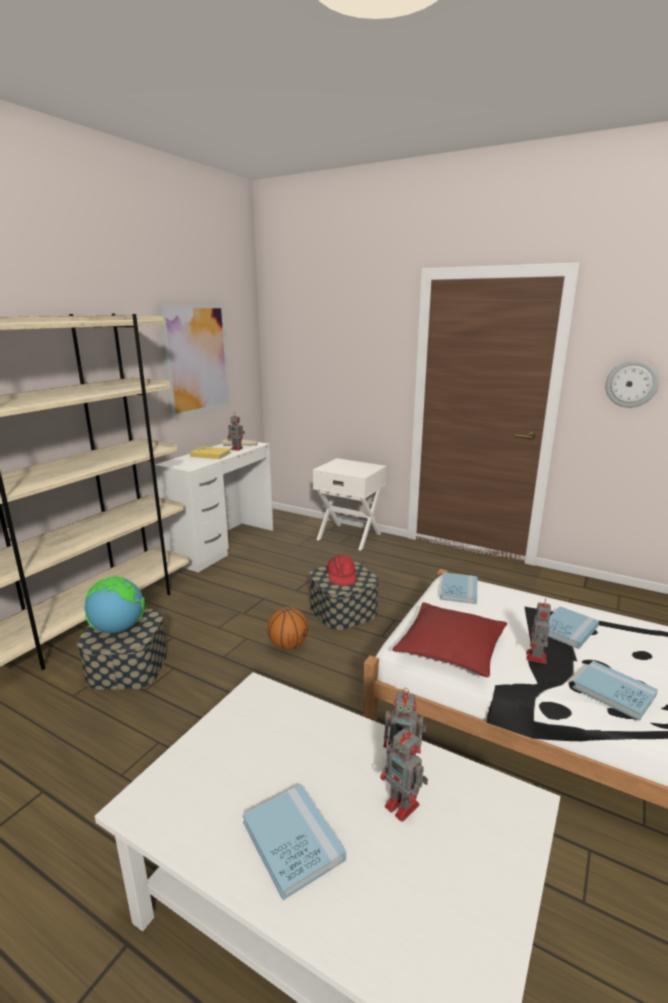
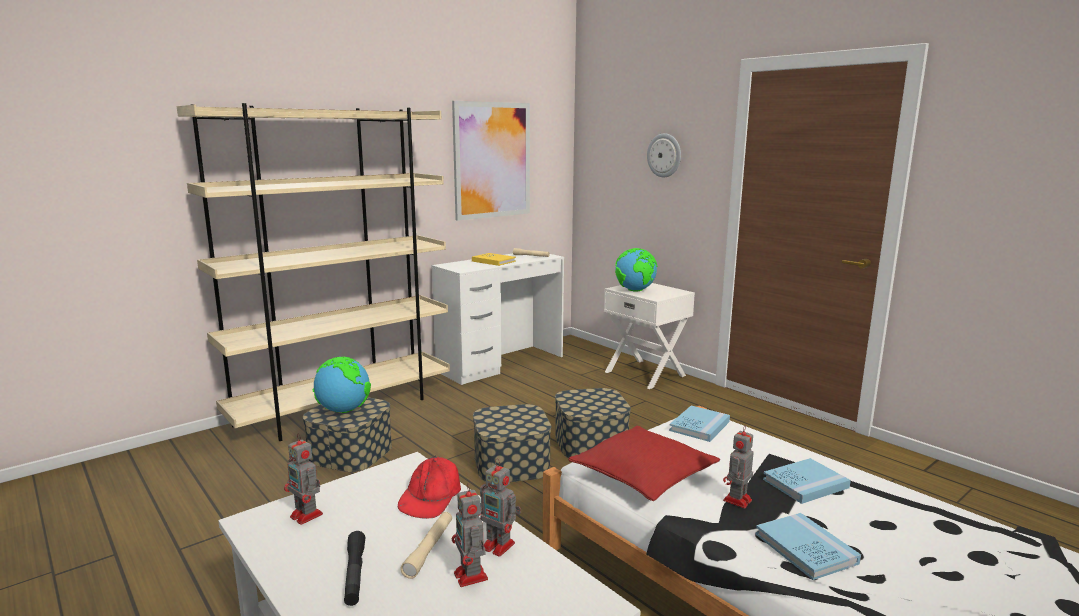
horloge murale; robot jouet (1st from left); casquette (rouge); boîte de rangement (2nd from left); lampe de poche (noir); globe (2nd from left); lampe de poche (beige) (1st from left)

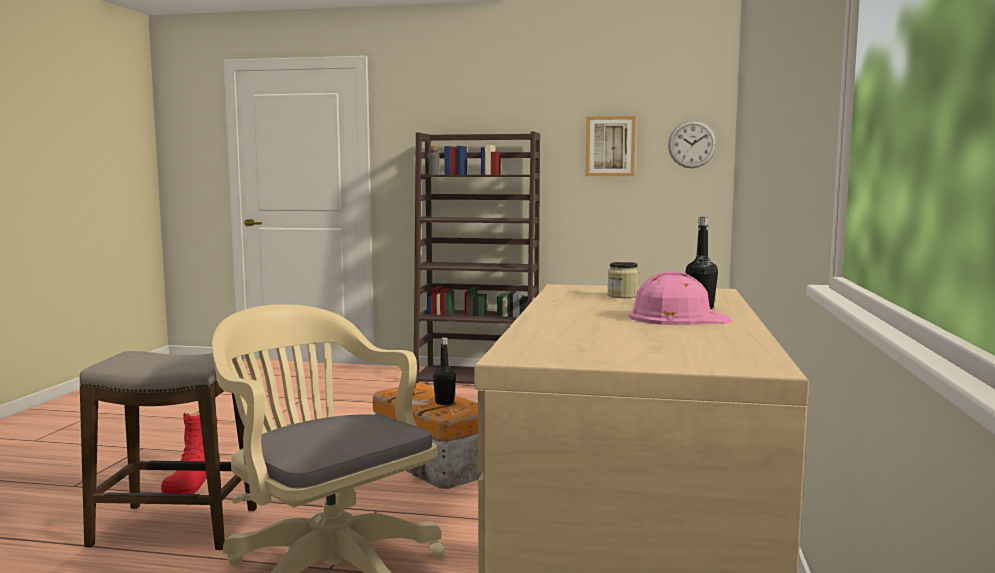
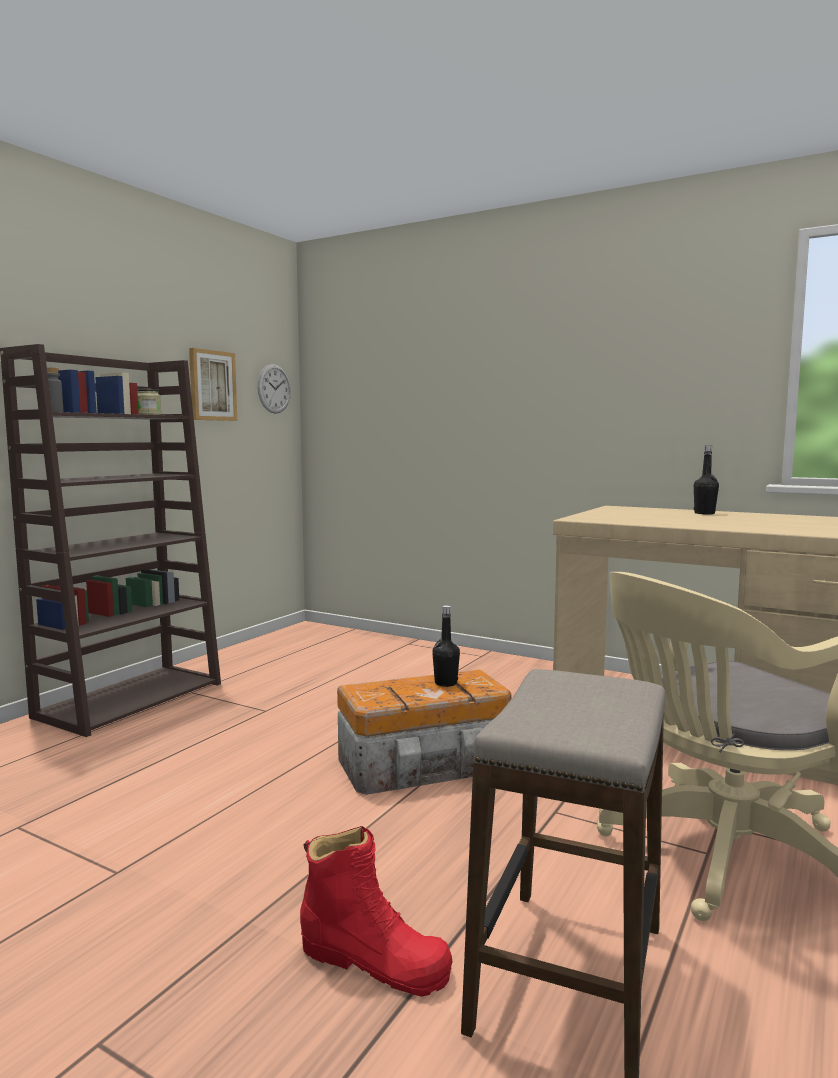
bocal; casque de chantier (rose)

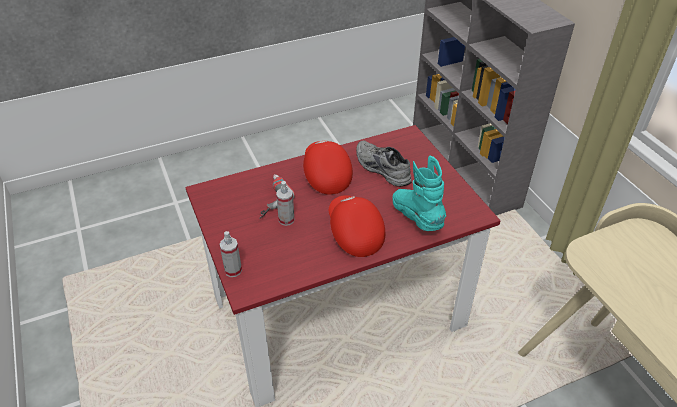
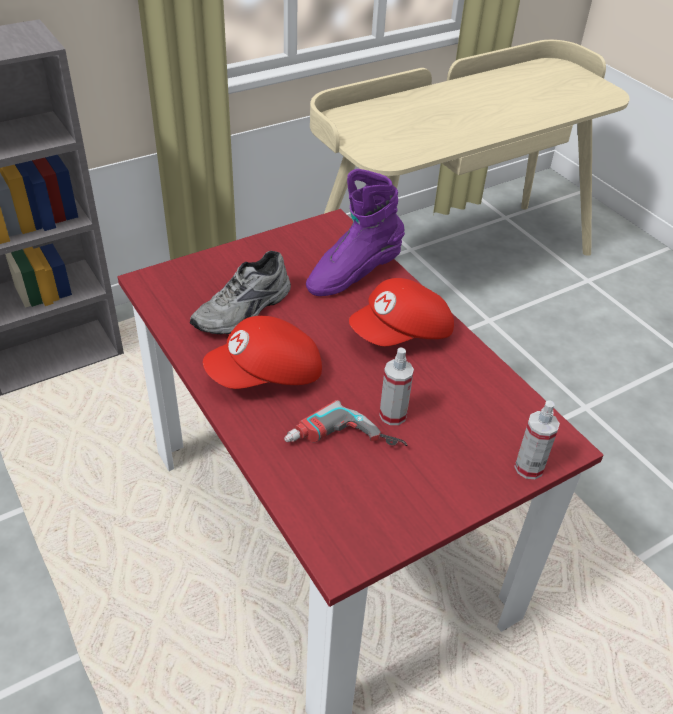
botte (violet)

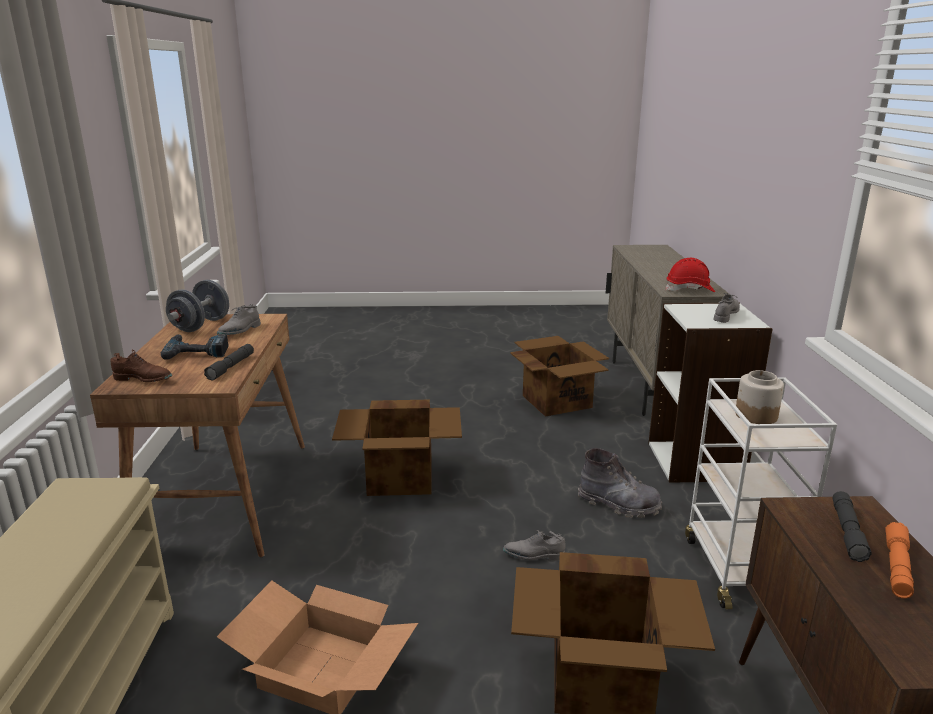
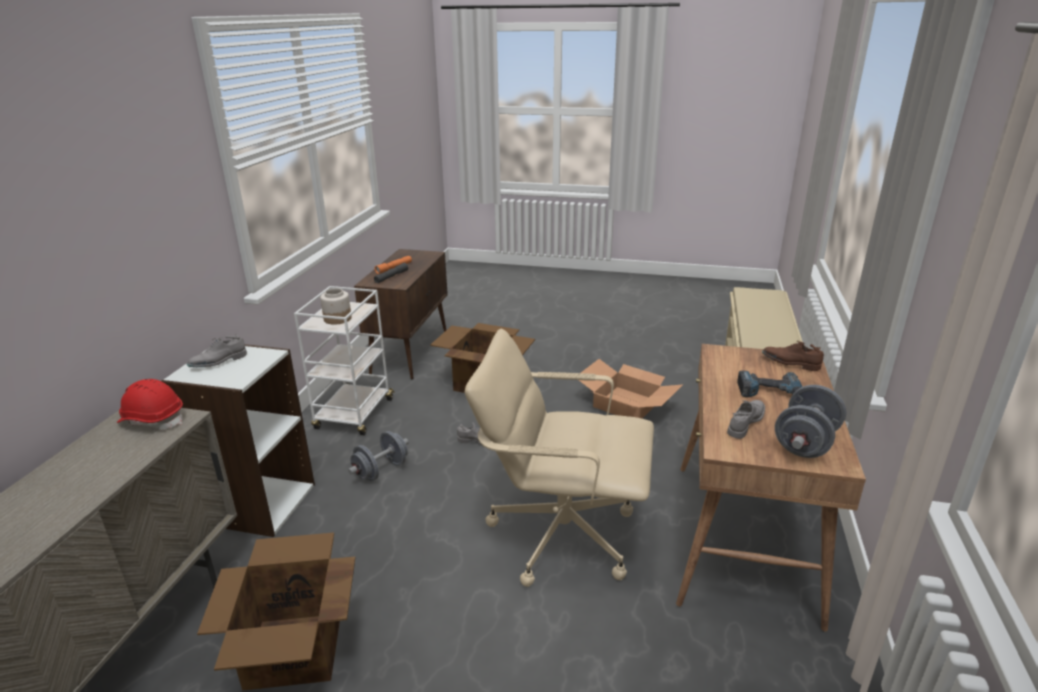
lampe de poche (gris) (1st from left in the first image); chaise de bureau (beige); haltère (gris) (1st from left)

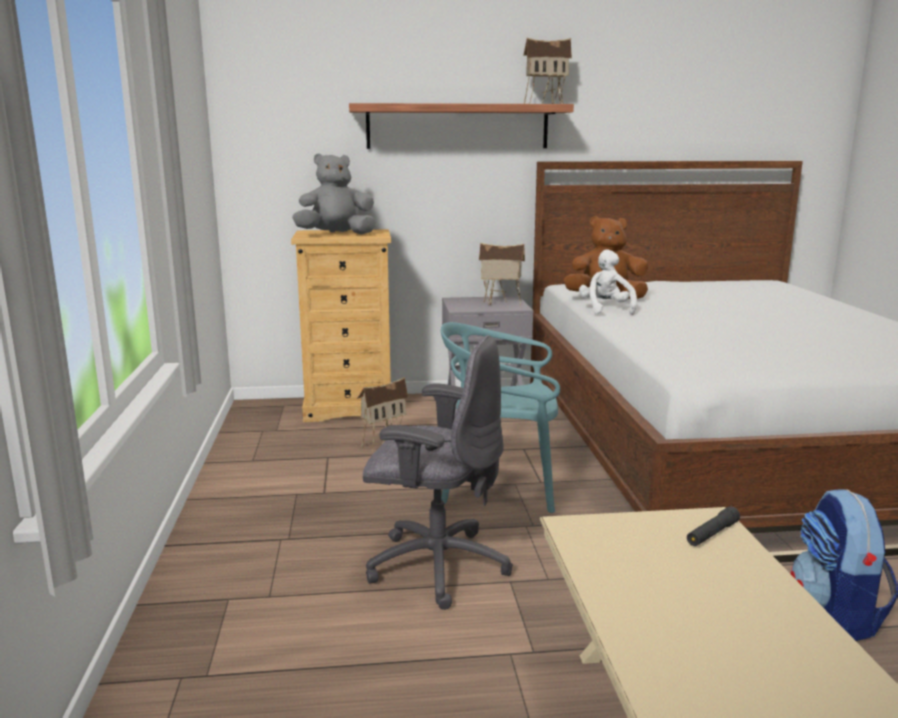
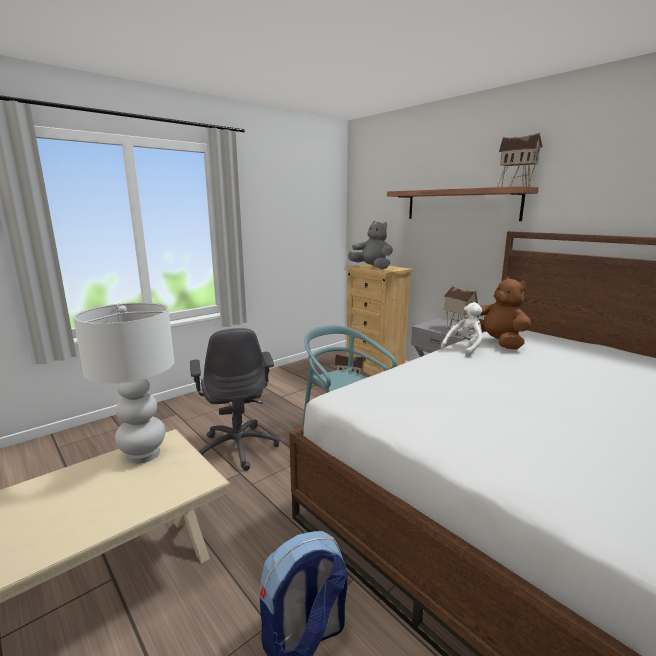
lampe de poche (noir); lampe de table (blanc)

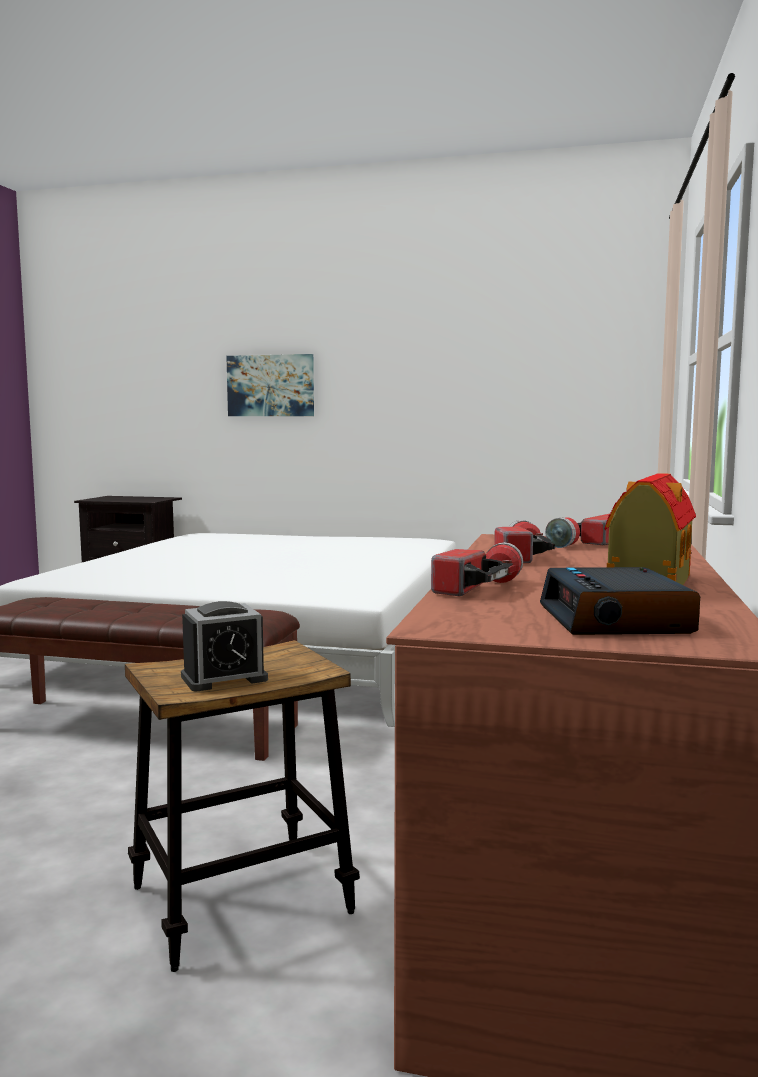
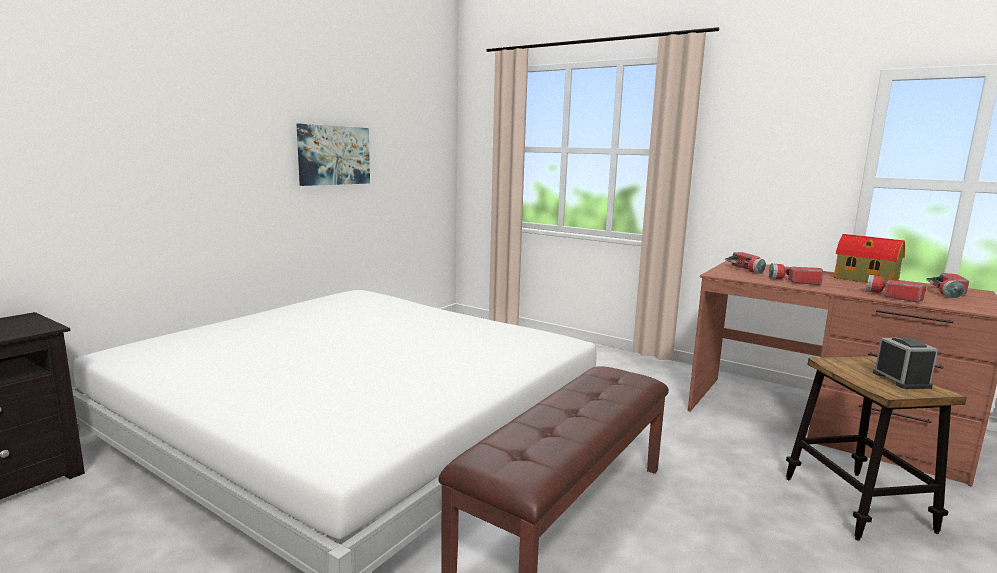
tableau; lampe de poche (4th from left)

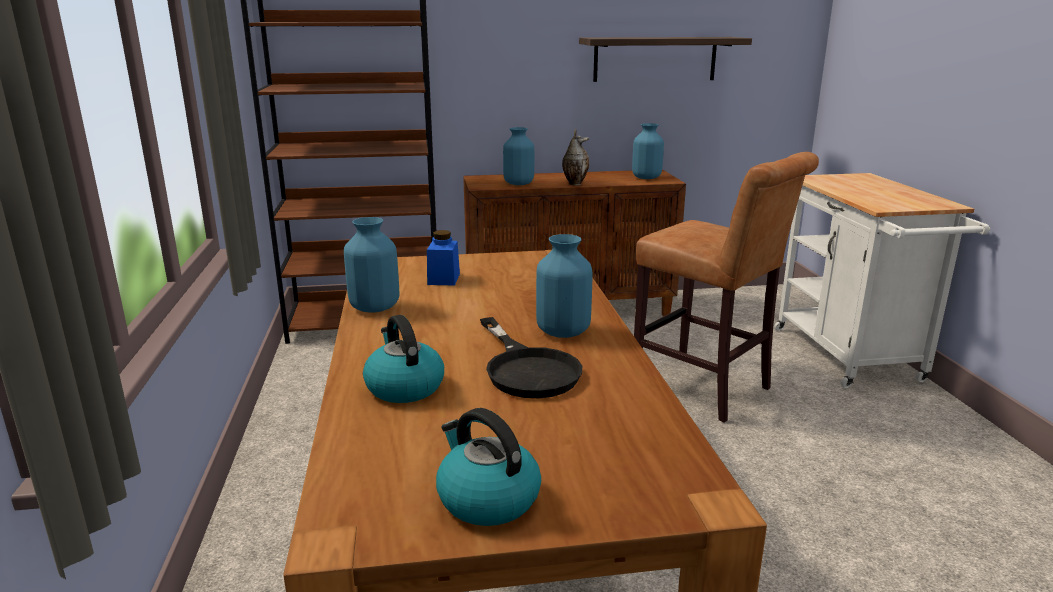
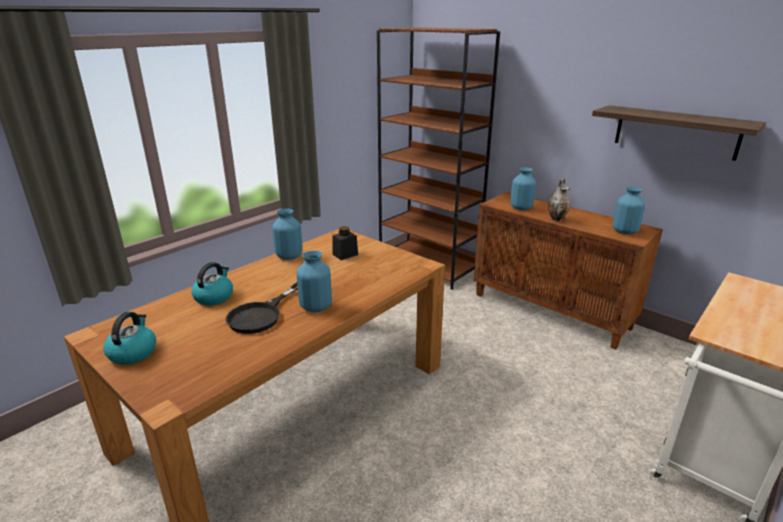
tabouret (marron); bocal (noir)

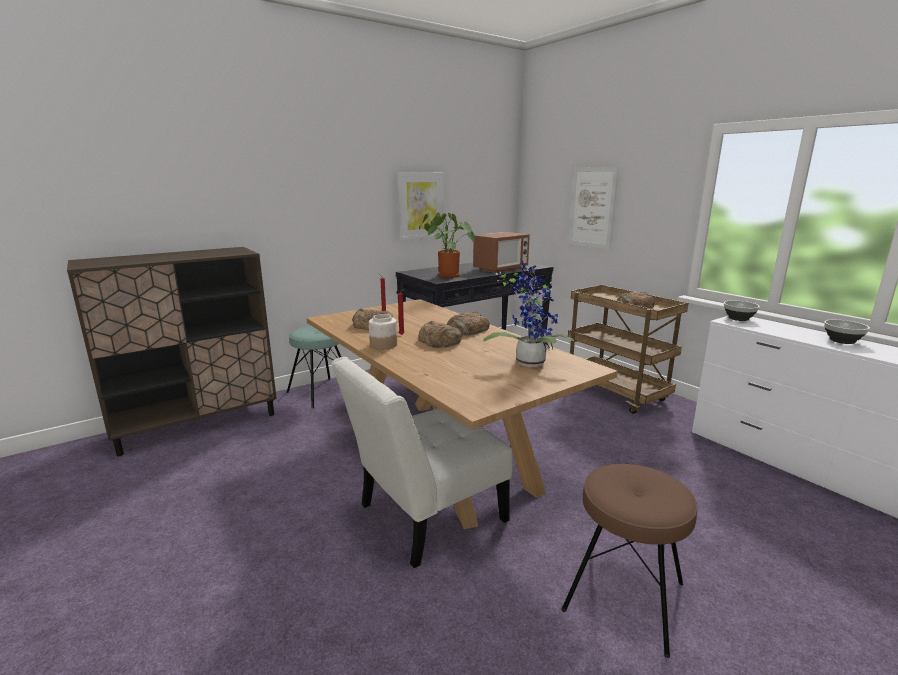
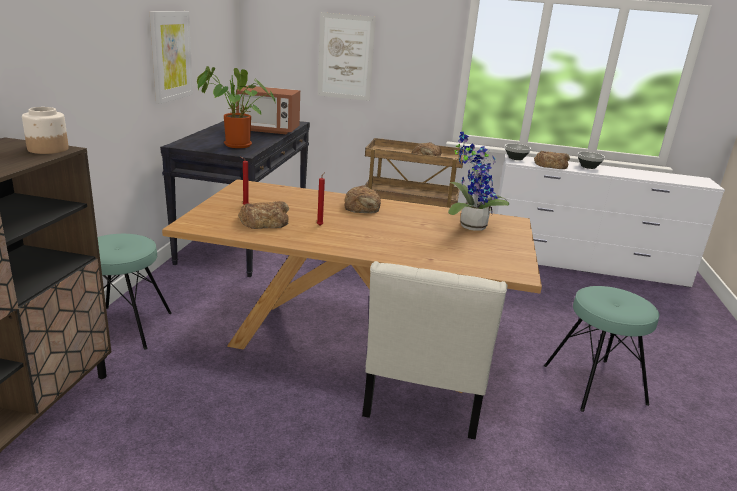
micro-ondes; bocal; pain (4th from left); tabouret (turquoise) (2nd from left)

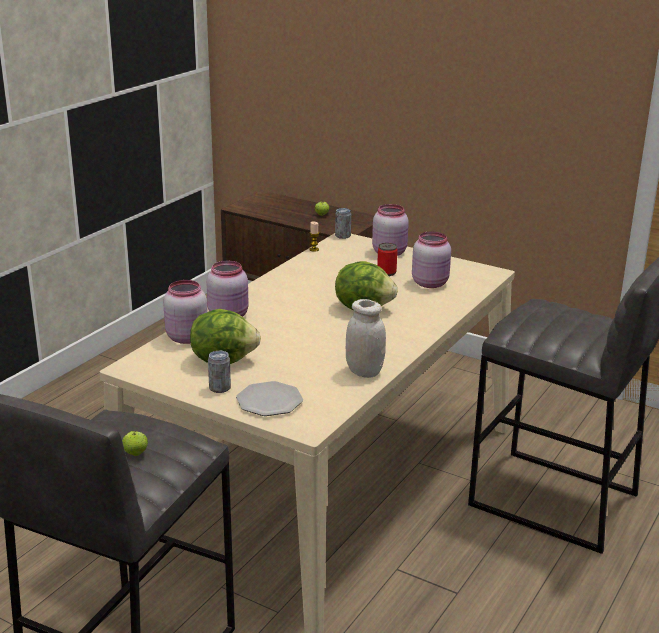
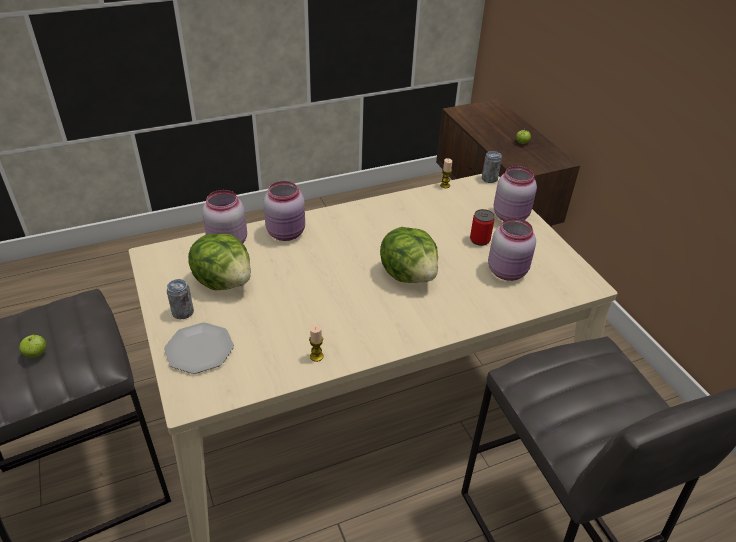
bougie (1st from left)

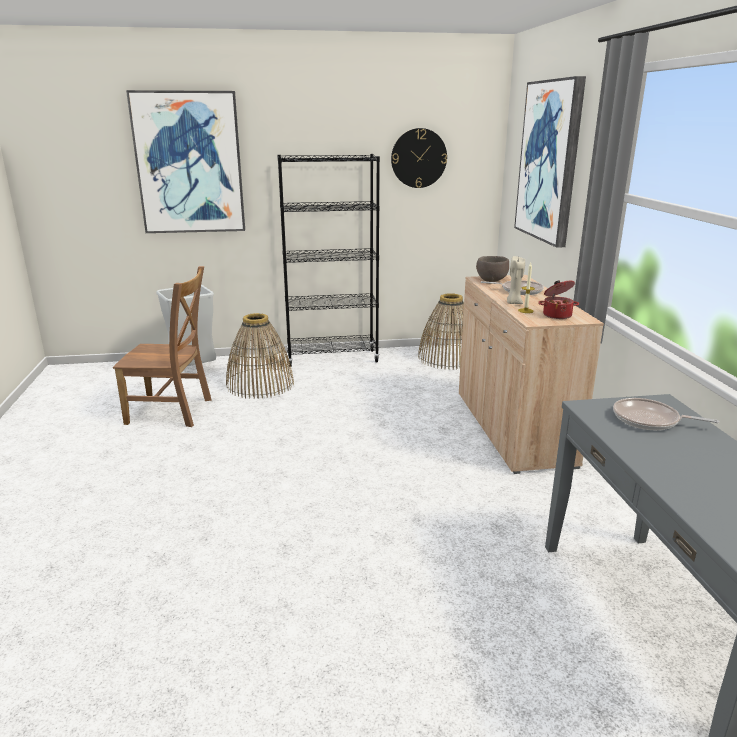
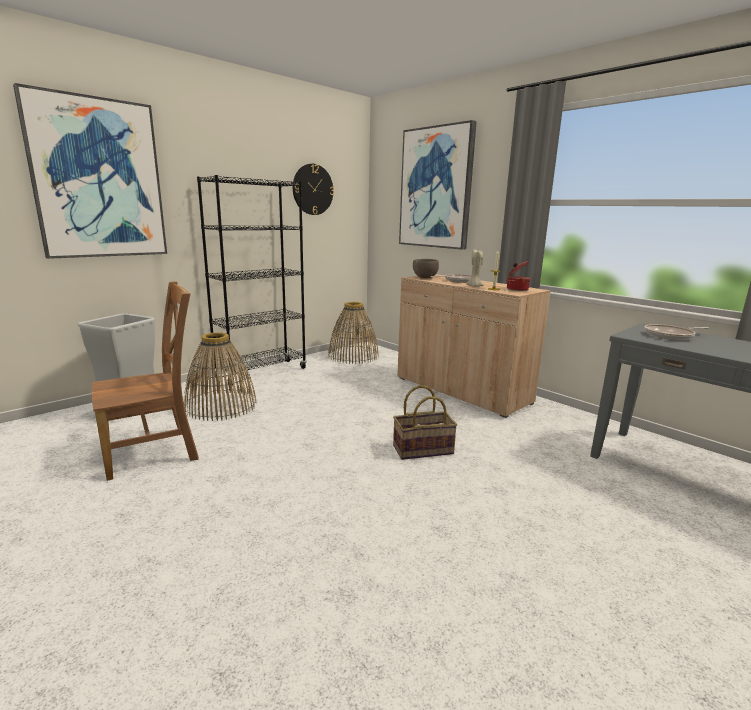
panier (3rd from left)

